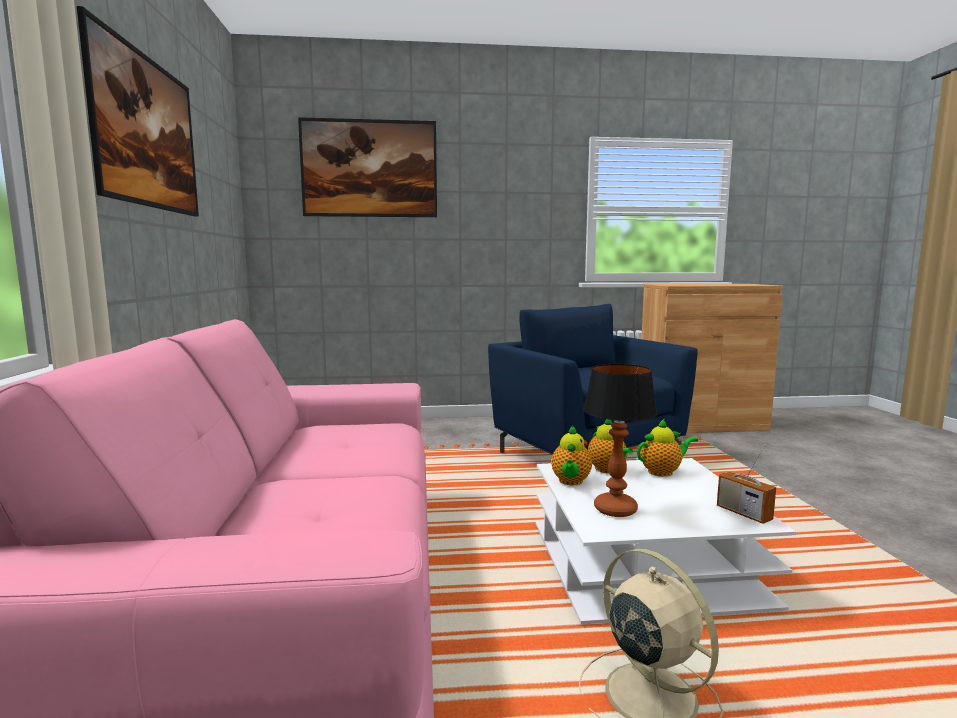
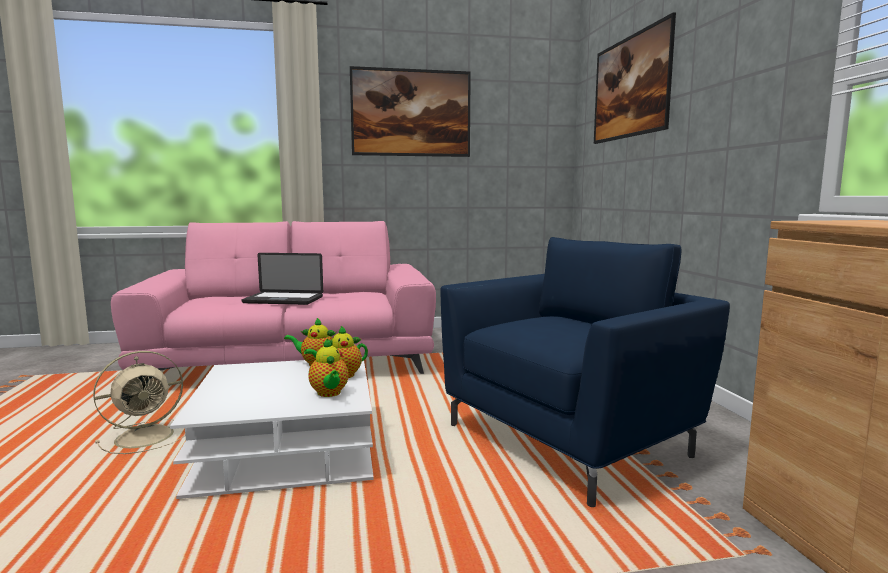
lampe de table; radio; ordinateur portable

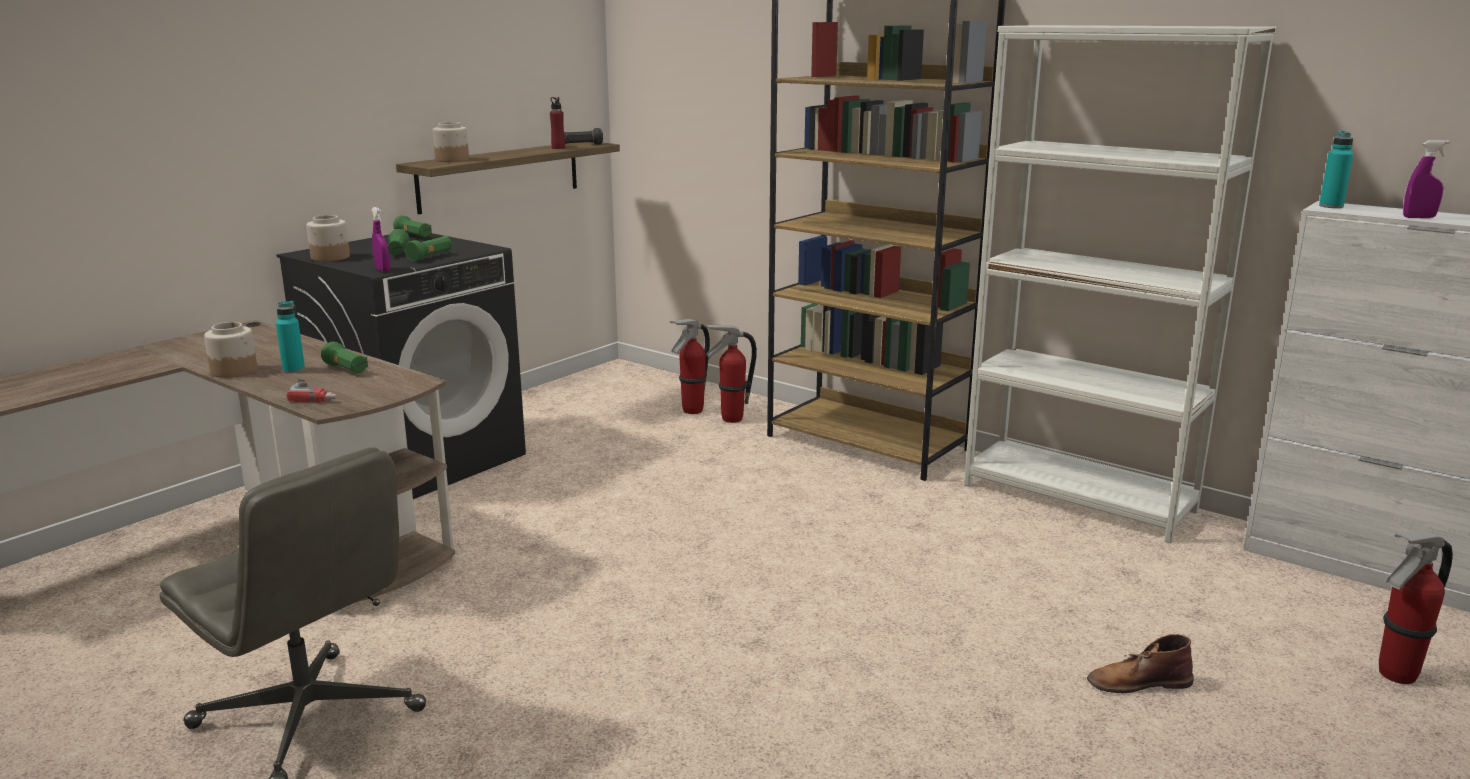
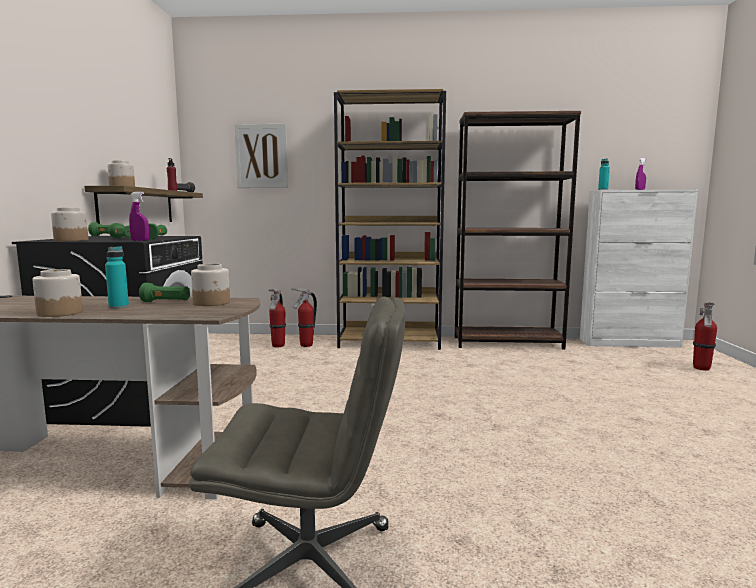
bibliothèque (marron) (2nd from left); perceuse; botte (marron); tableau; bocal (4th from left)

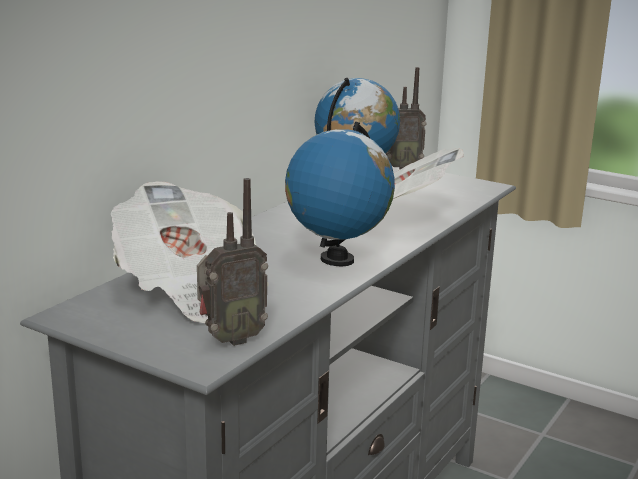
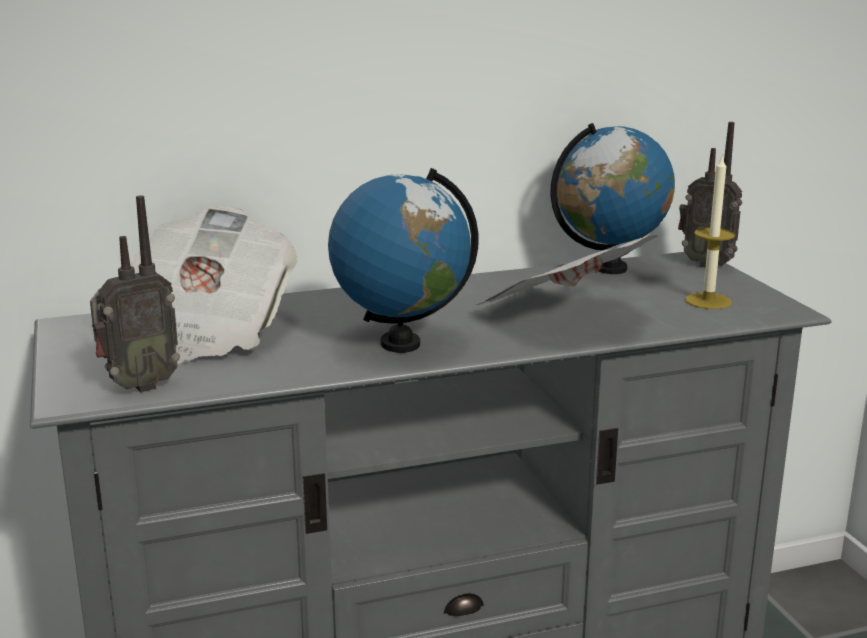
radio (1st from left); bougie

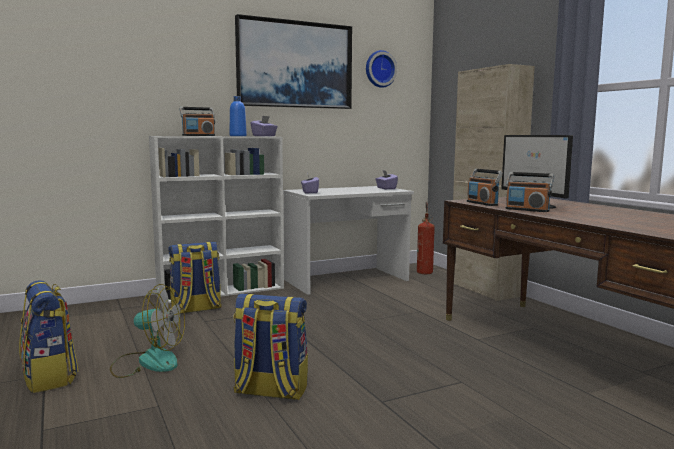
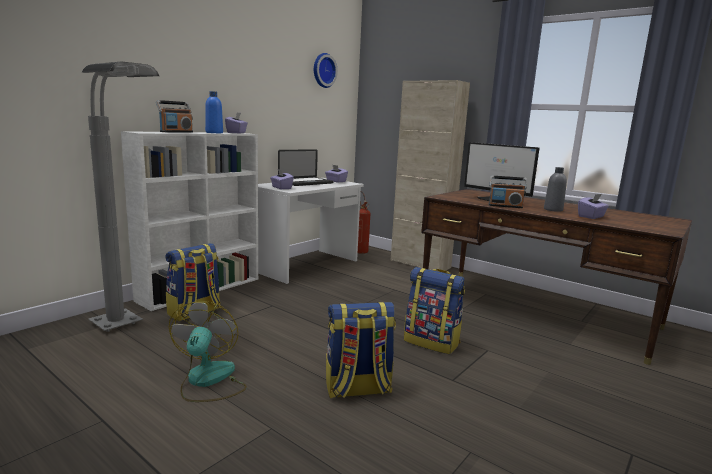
tableau; radio (2nd from left in the first image); sac à dos (3rd from left); ventilateur; lampadaire (gris); ordinateur portable; bouteille (gris); boîte à mouchoirs (violet) (4th from left)

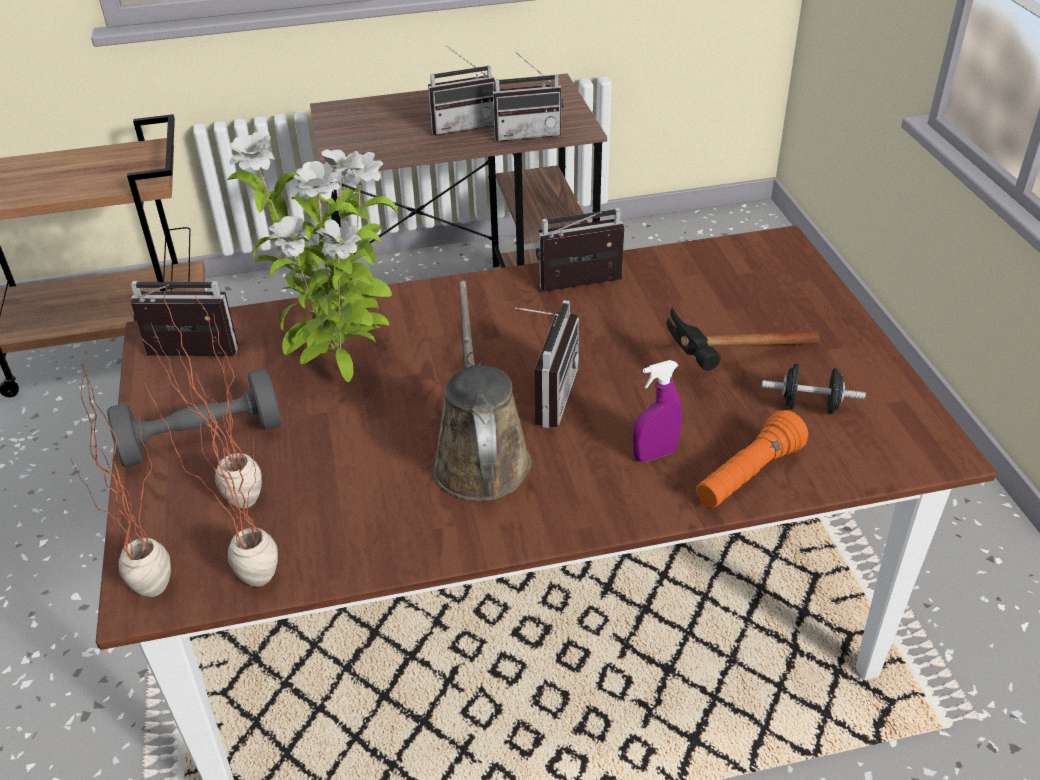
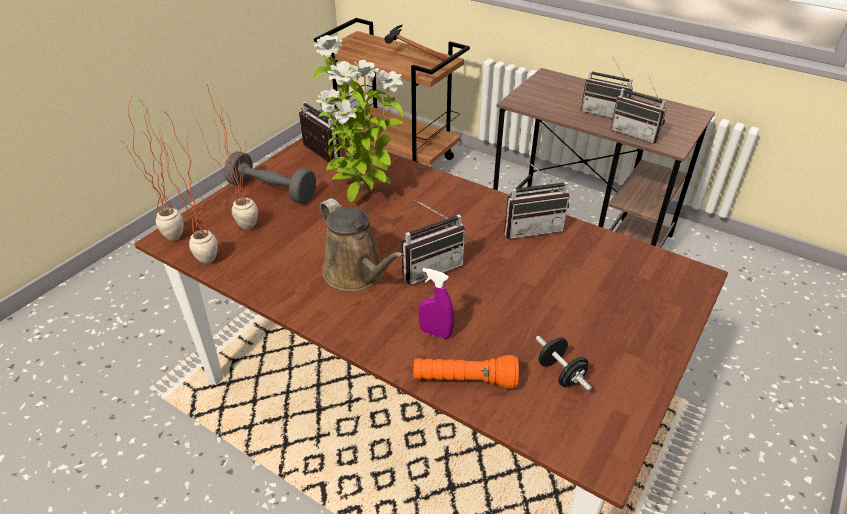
radio (3rd from left); arrosoir (marron); marteau

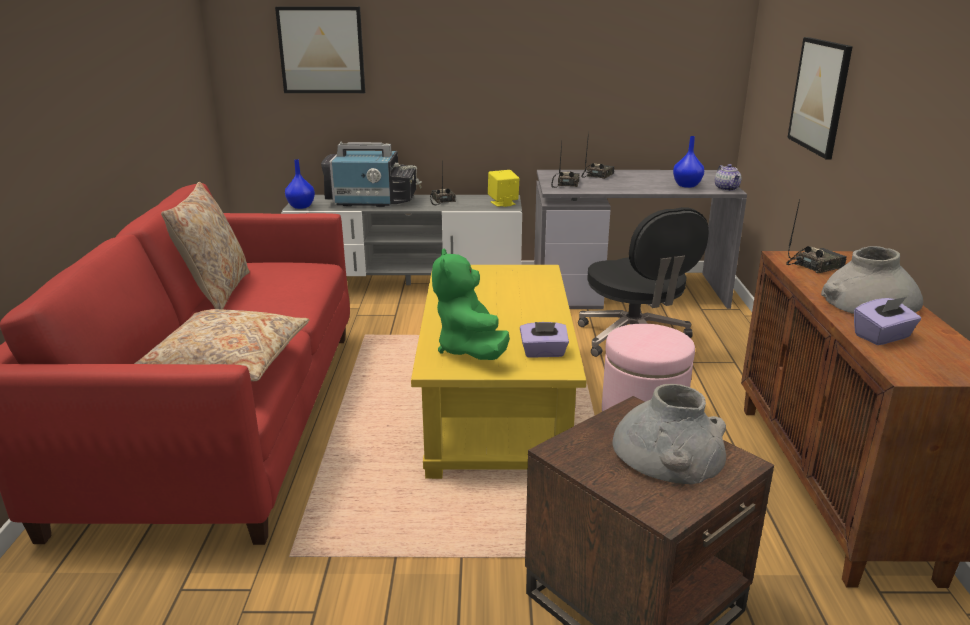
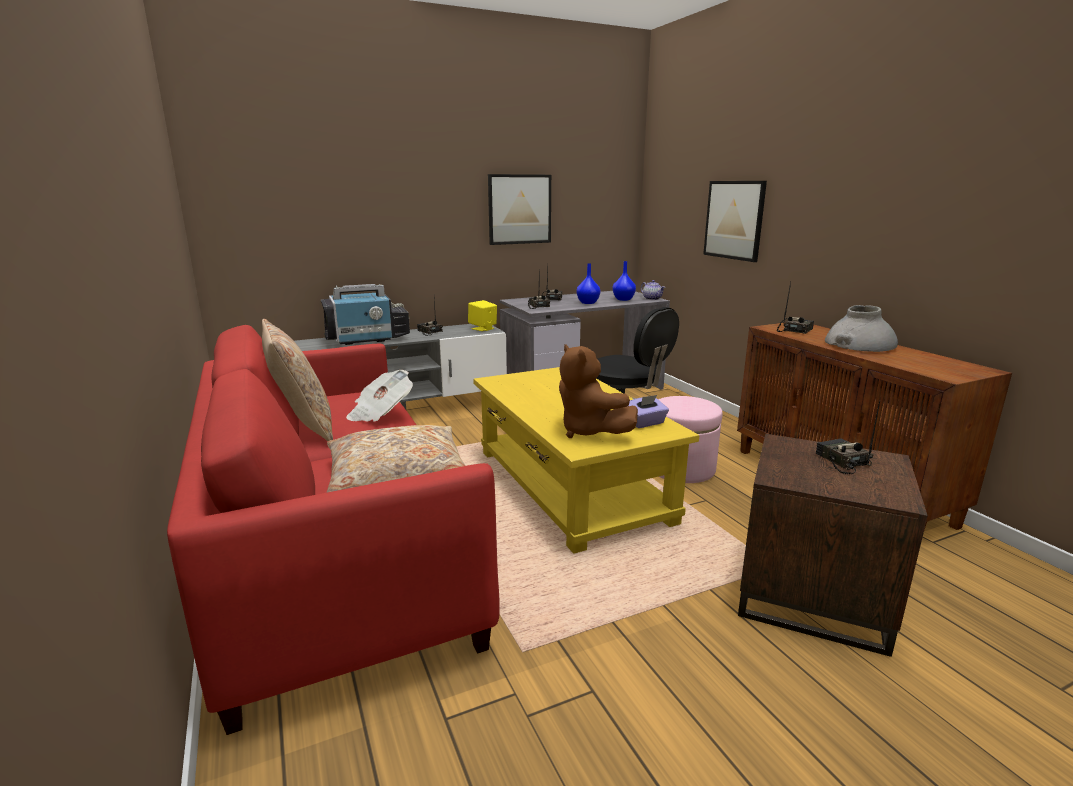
tableau (1st from left); vase (bleu) (1st from left); peluche (marron); boîte à mouchoirs (violet) (2nd from left in the first image); radio (5th from left); journal

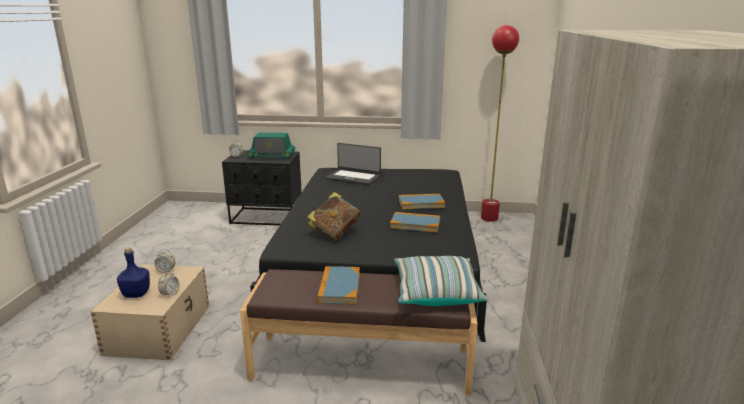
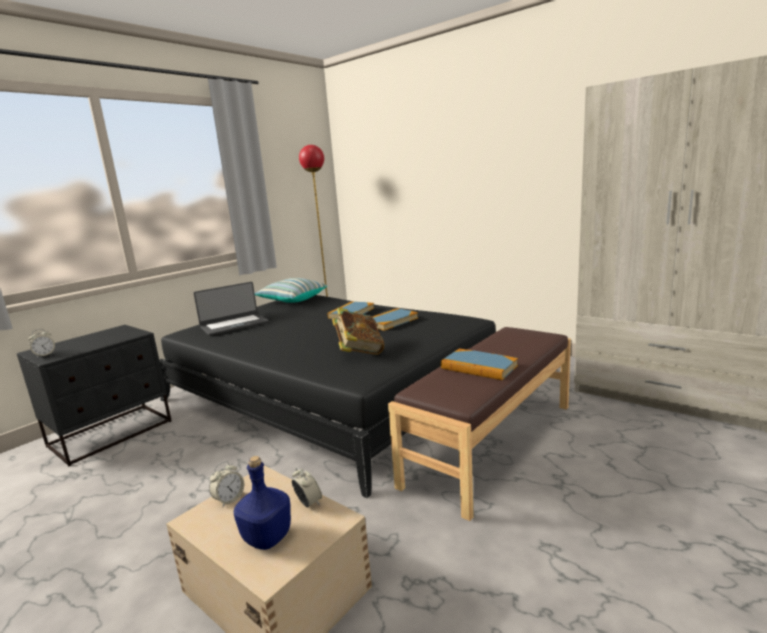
radio; coussin

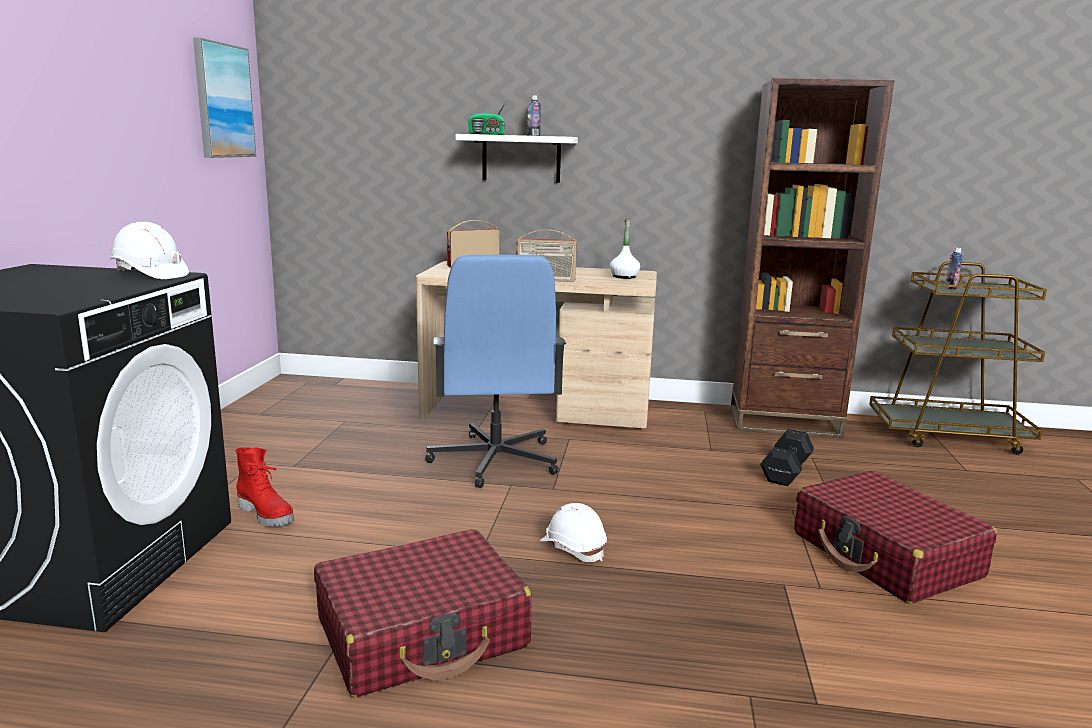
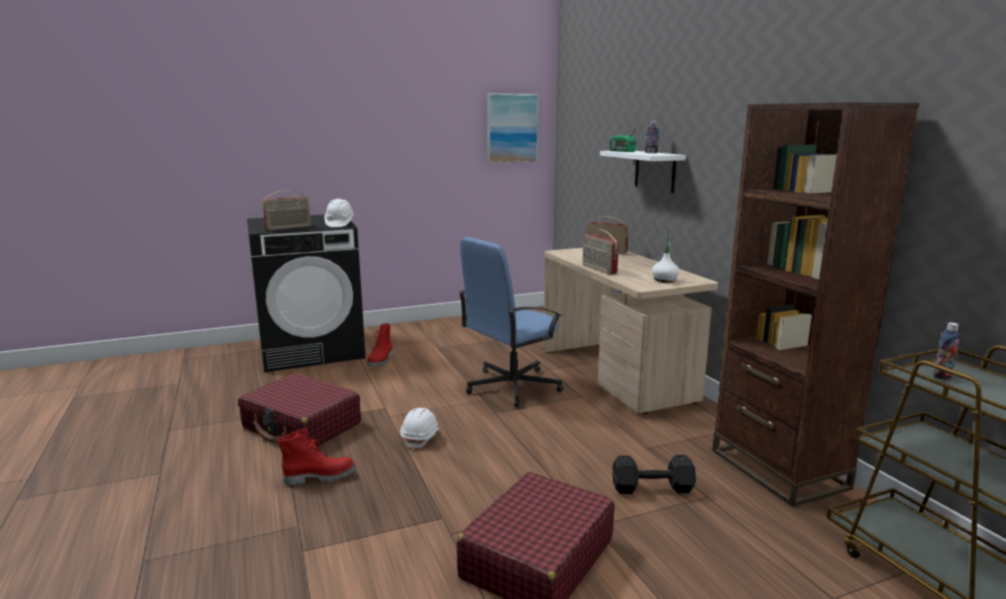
radio (1st from left); botte (rouge) (1st from left)

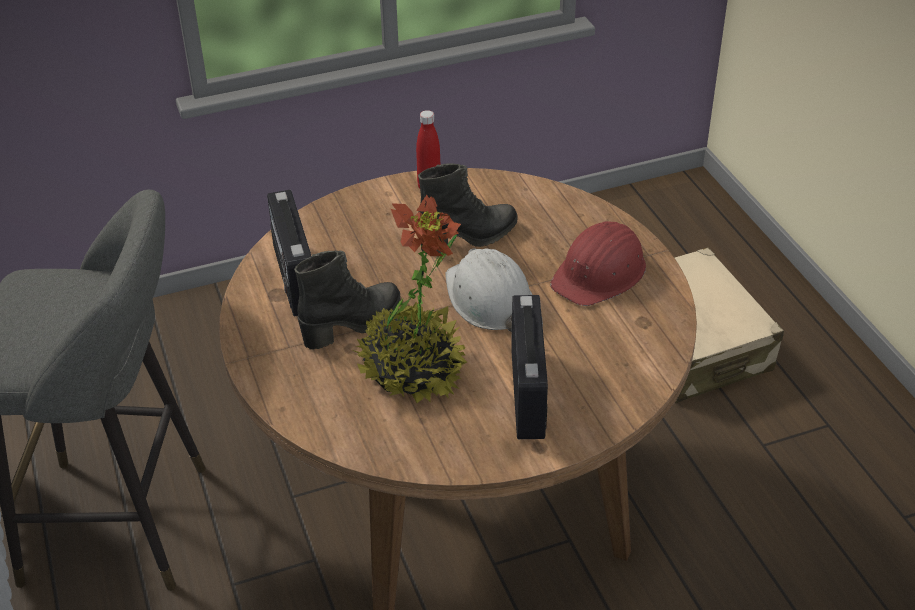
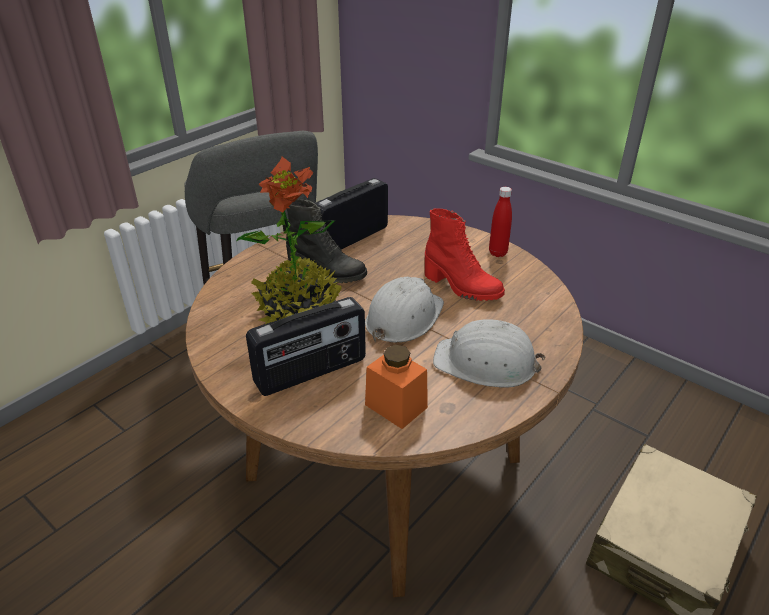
botte (rouge); casque de chantier (blanc) (2nd from left); bocal (orange)

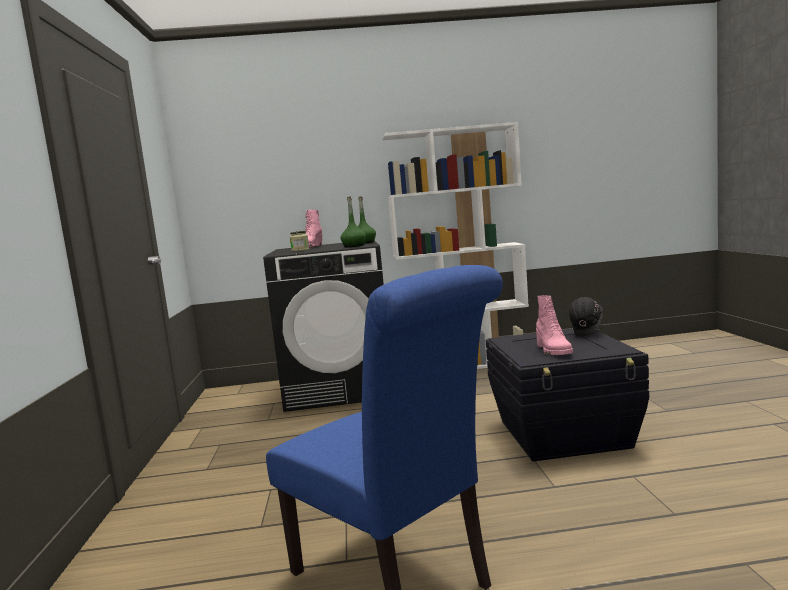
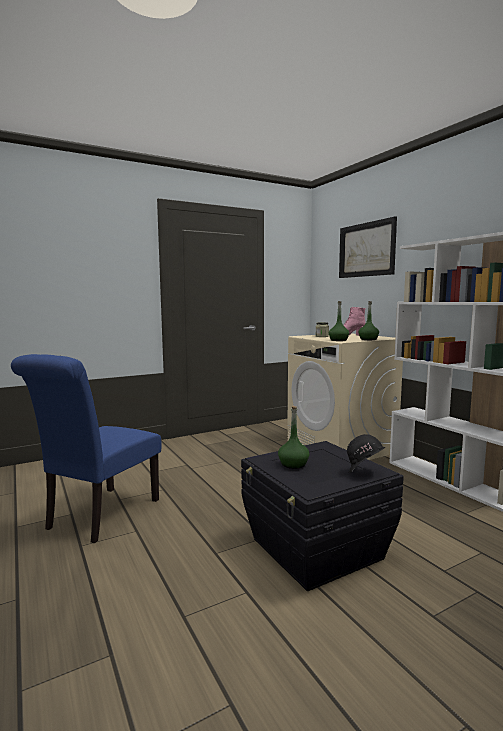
lave-linge (beige); bouteille (vert) (1st from left); tableau

